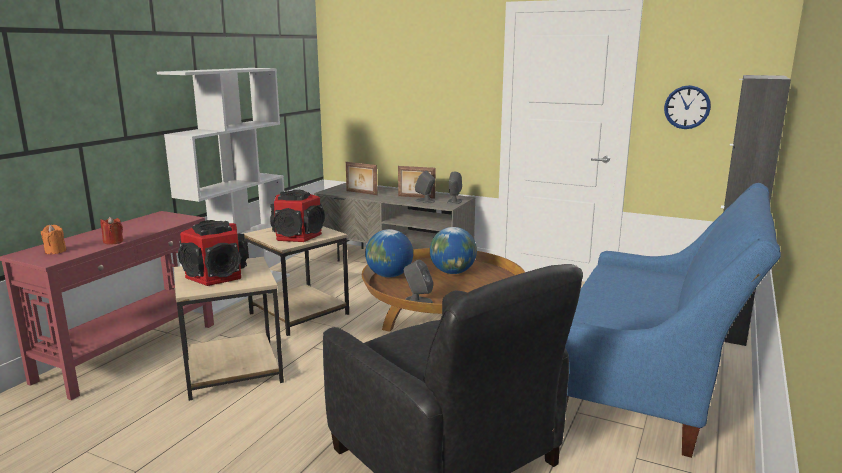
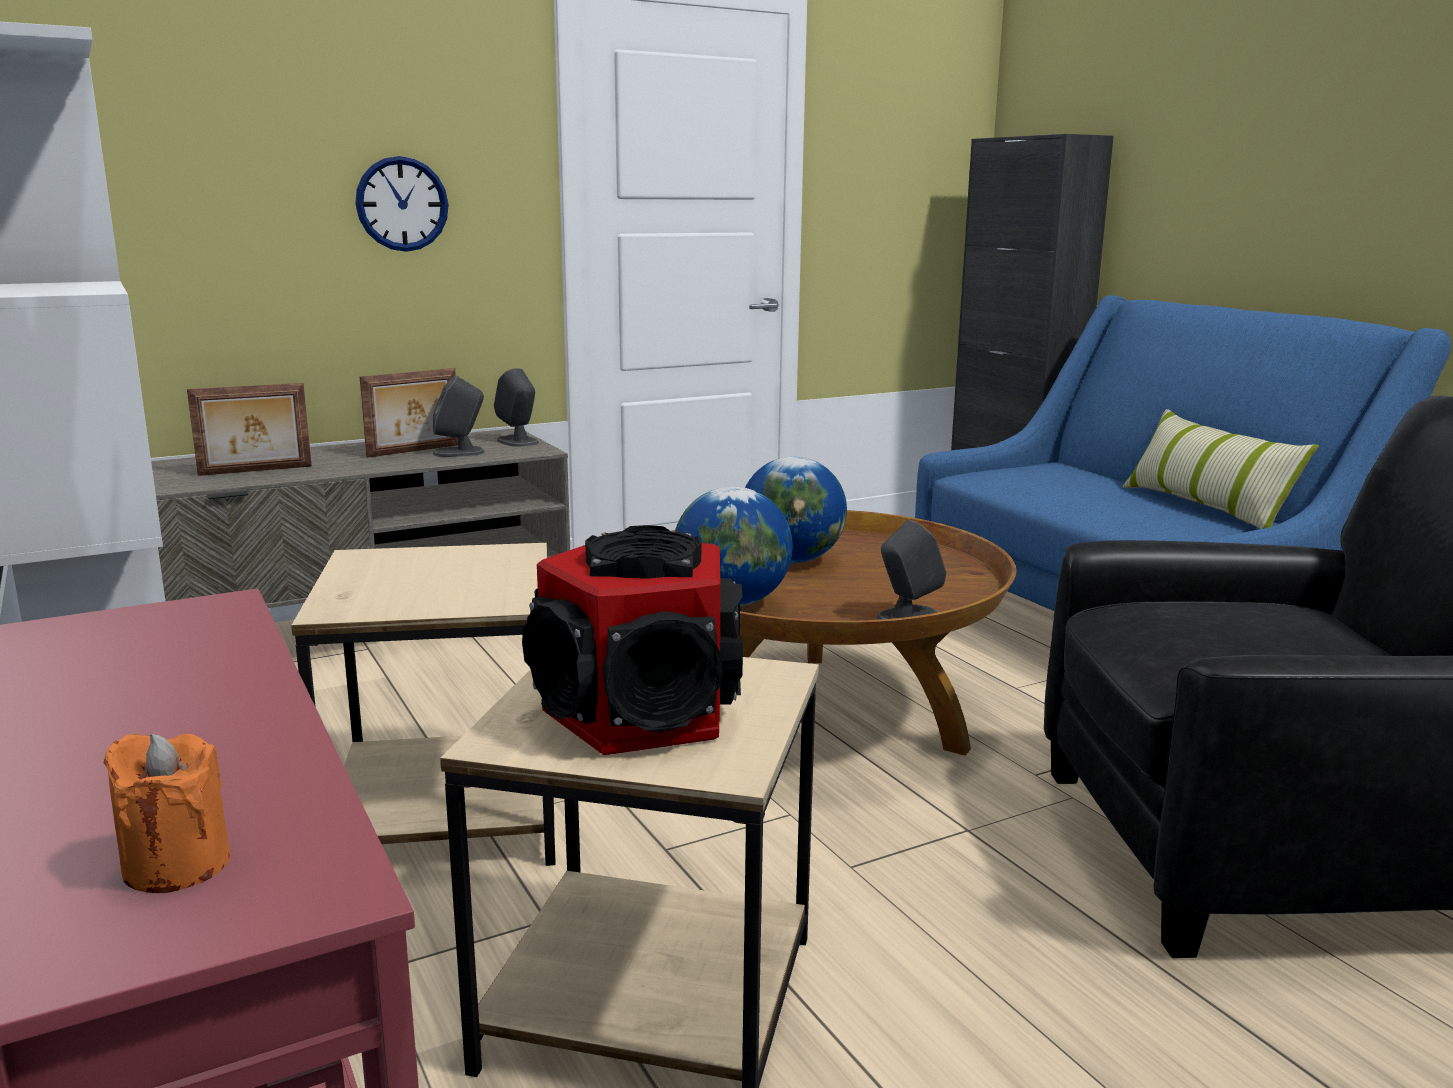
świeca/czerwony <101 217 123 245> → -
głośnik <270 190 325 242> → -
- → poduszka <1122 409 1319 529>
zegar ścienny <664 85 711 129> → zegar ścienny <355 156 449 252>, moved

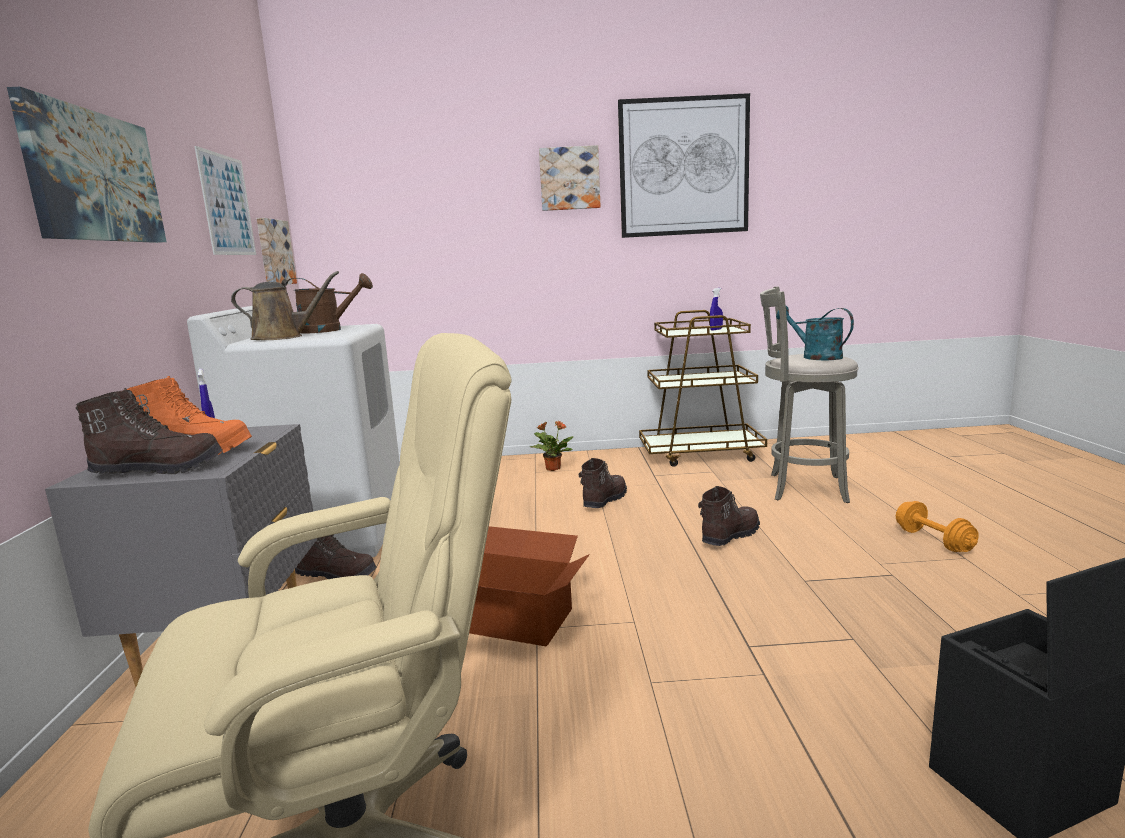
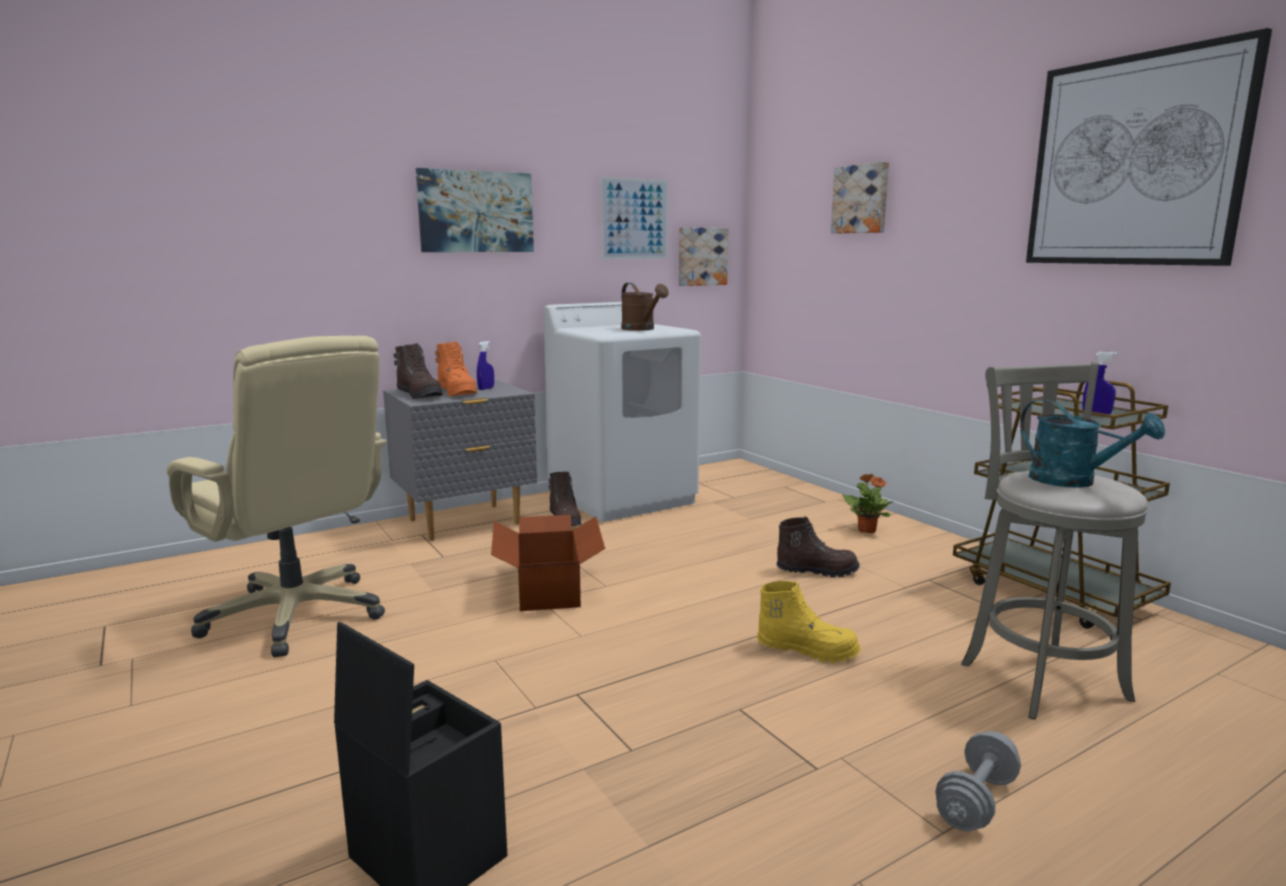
konewka/brązowy <231 271 339 340> → -
obraz <539 145 600 211> → obraz <831 162 889 234>, moved
but z cholewką/brązowy <698 486 760 546> → but z cholewką/żółty <757 581 861 663>
hantel/pomarańczowy <896 501 978 552> → hantel/szary <935 731 1021 831>
konewka/turkusowy <776 306 854 360> → konewka/turkusowy <1020 399 1165 488>, 120 degrees clockwise

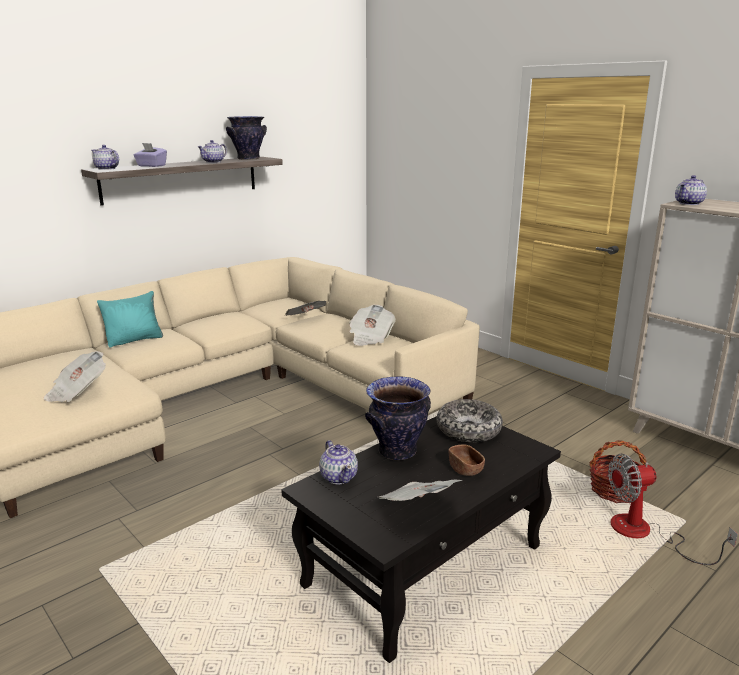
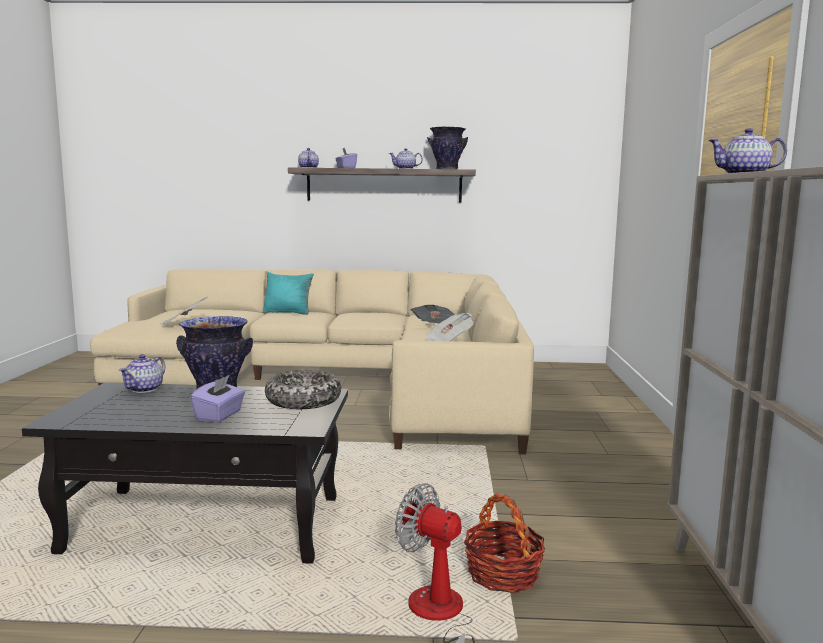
gazeta <379 479 462 501> → -
miska/brązowy <448 445 485 476> → pudełko chusteczek/fioletowy <190 375 245 423>

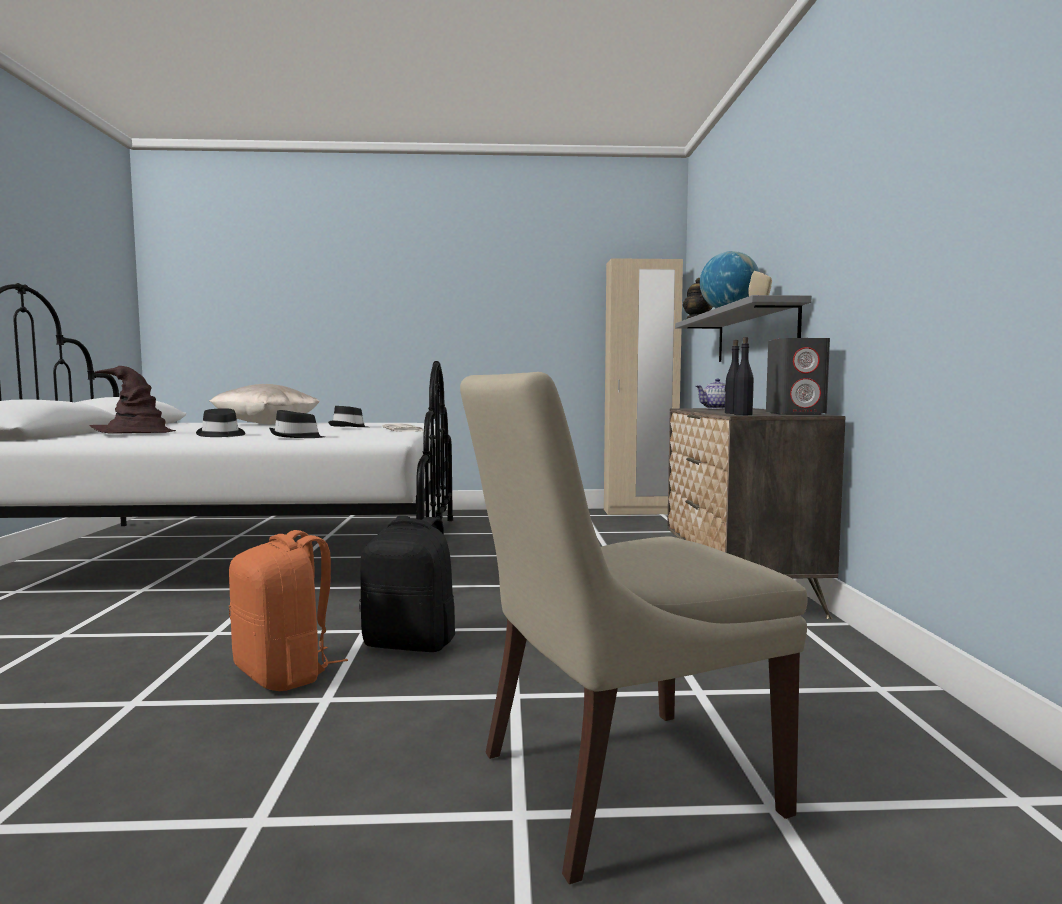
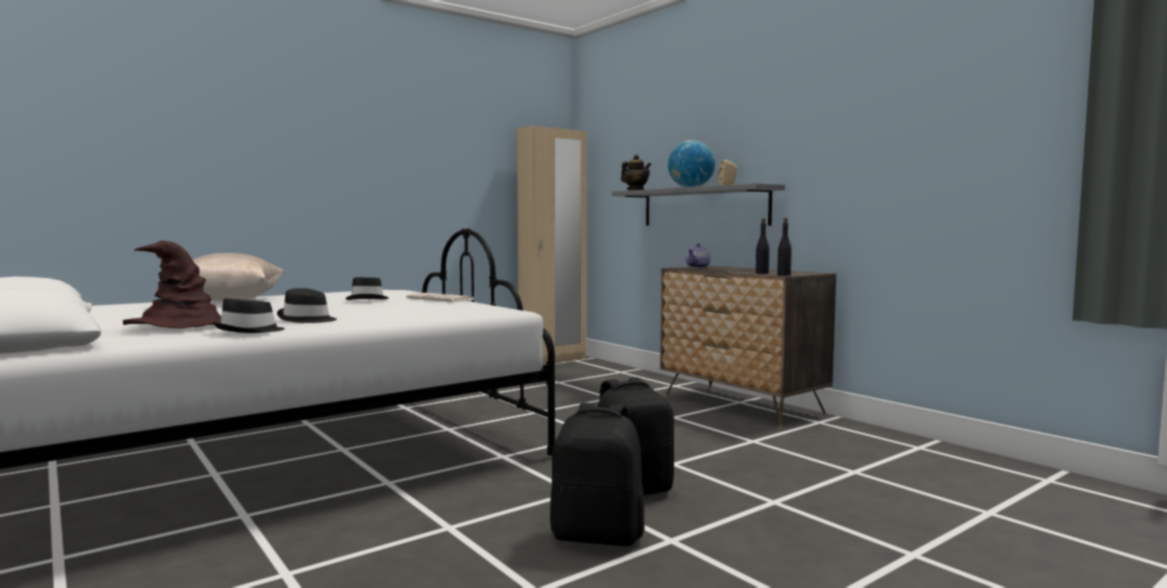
krzesło/beżowy <460 372 807 884> → -
głośnik/szary <766 338 830 415> → -
kapelusz/czarny <269 410 325 438> → kapelusz/czarny <213 298 285 333>, moved
plecak/pomarańczowy <229 530 348 691> → plecak/czarny <550 403 645 546>

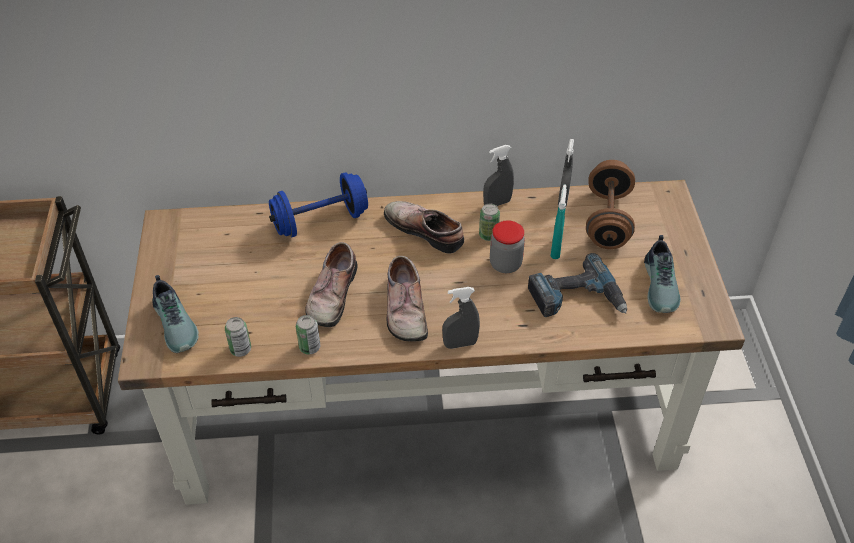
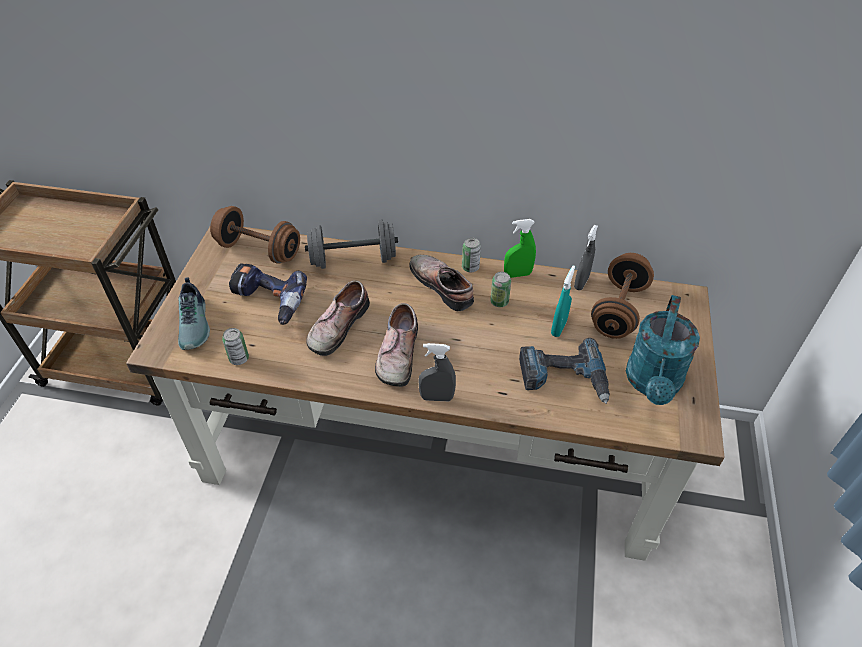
słoik <490 220 525 273> → -
- → hantel/brązowy <210 206 300 264>
- → wiertarka <229 263 307 325>
puszka <296 315 320 355> → puszka <462 238 481 272>, moved
but <644 235 681 313> → konewka/turkusowy <626 295 700 405>
hantel/niebieski <269 172 368 237> → hantel/szary <305 220 398 269>
spryskiwacz/szary <483 145 514 206> → spryskiwacz/zielony <504 219 536 278>

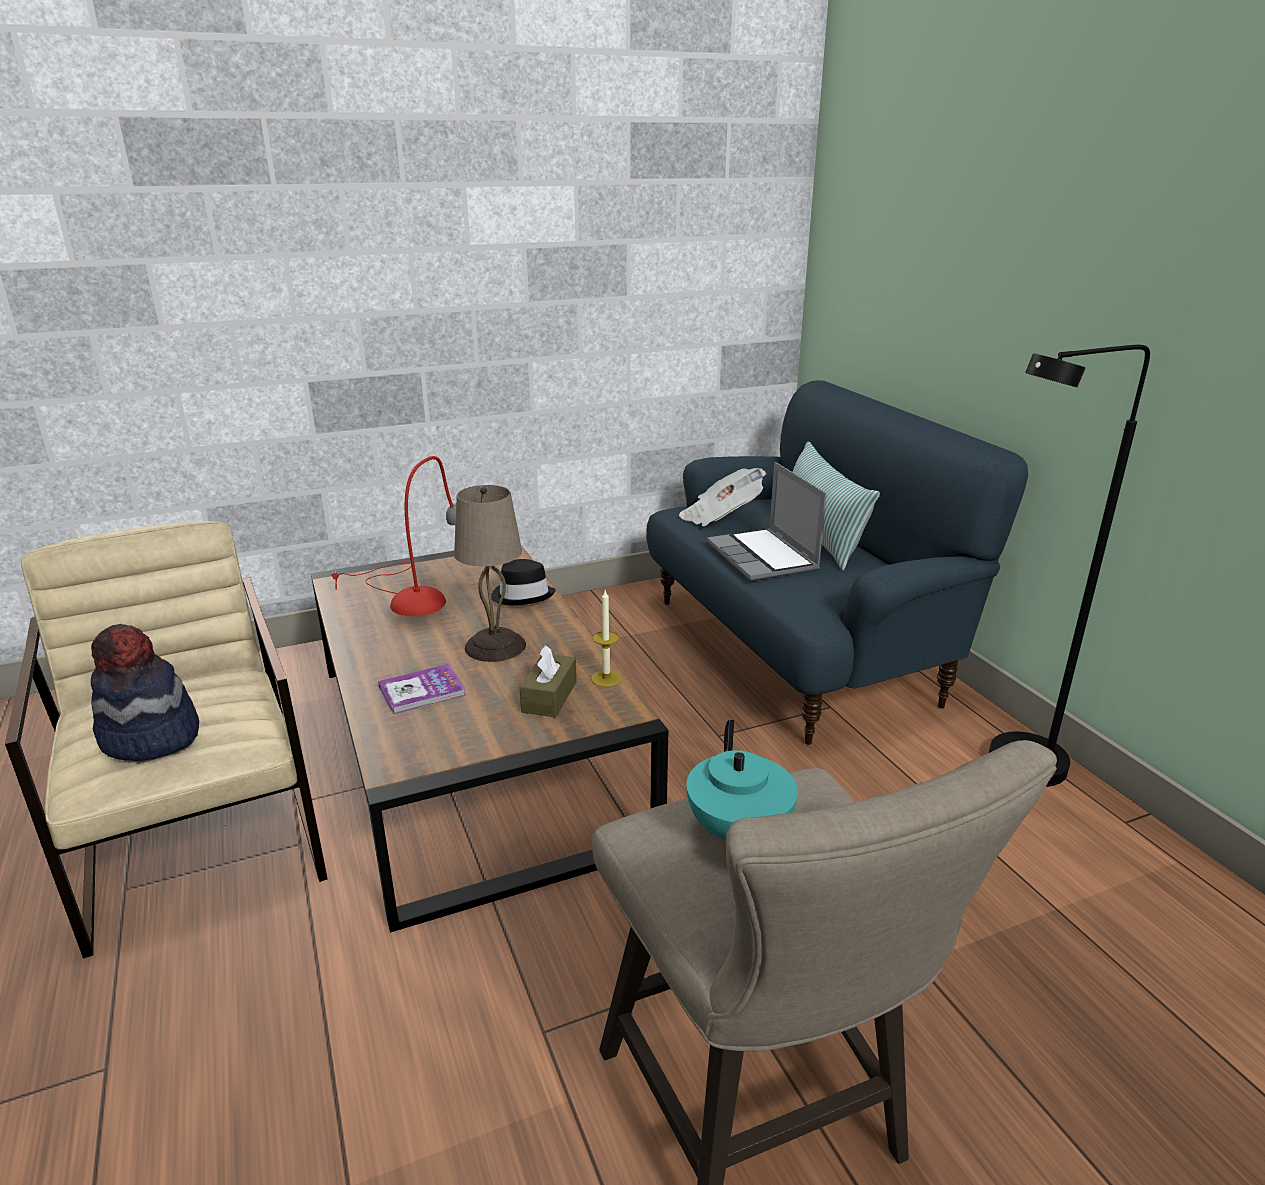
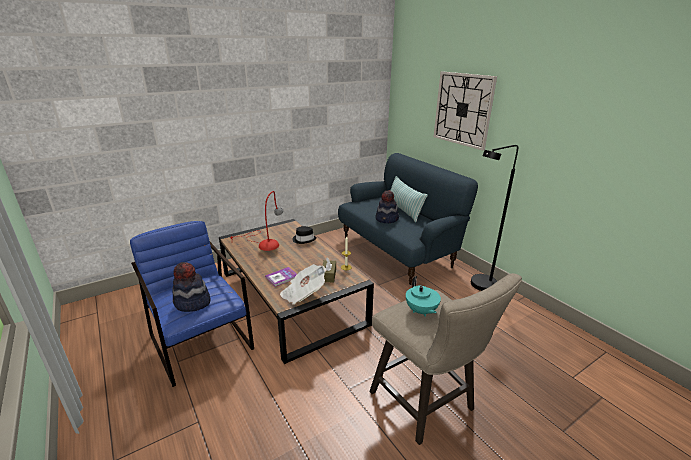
lampa stołowa/beżowy <454 485 526 662> → -
- → zegar ścienny <434 71 497 150>
gazeta <679 468 766 526> → gazeta <280 264 327 305>, moved
laptop <707 462 827 581> → kapelusz <375 190 399 223>
fotel/beżowy <5 521 328 958> → fotel/niebieski <130 221 254 387>

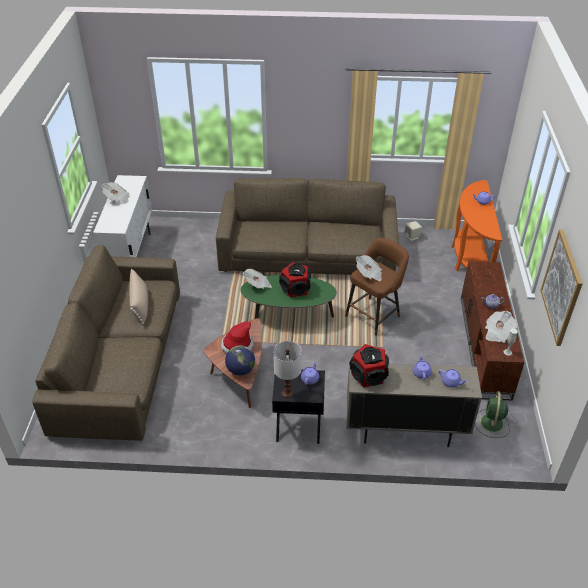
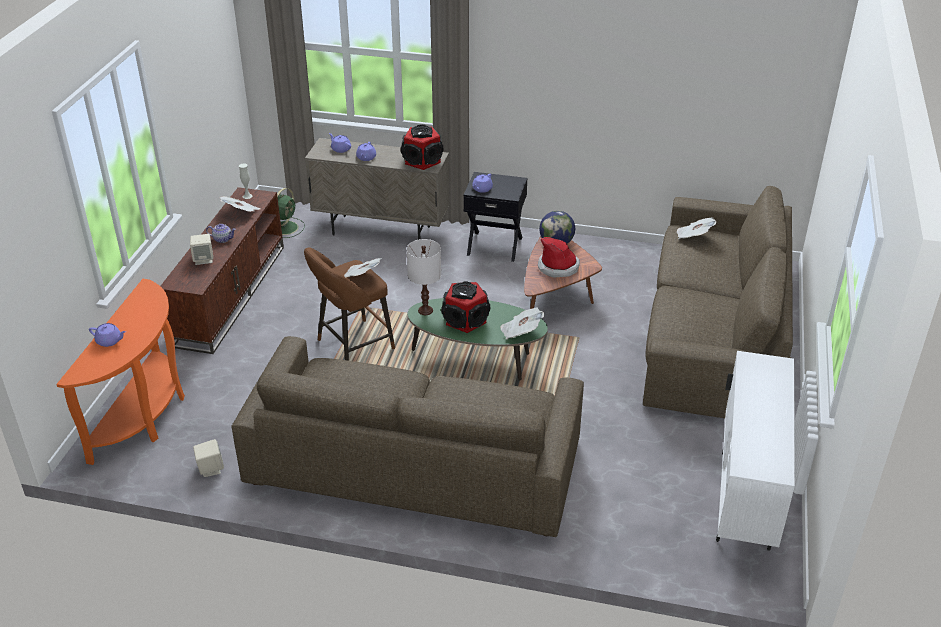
poduszka/beżowy <129 269 148 325> → -
obraz <541 229 583 346> → -
- → głośnik/beżowy <190 234 213 265>
gazeta <102 182 129 203> → gazeta <677 217 716 239>, moved
lampa stołowa/biały <273 341 302 398> → lampa stołowa/biały <407 239 441 315>, moved

